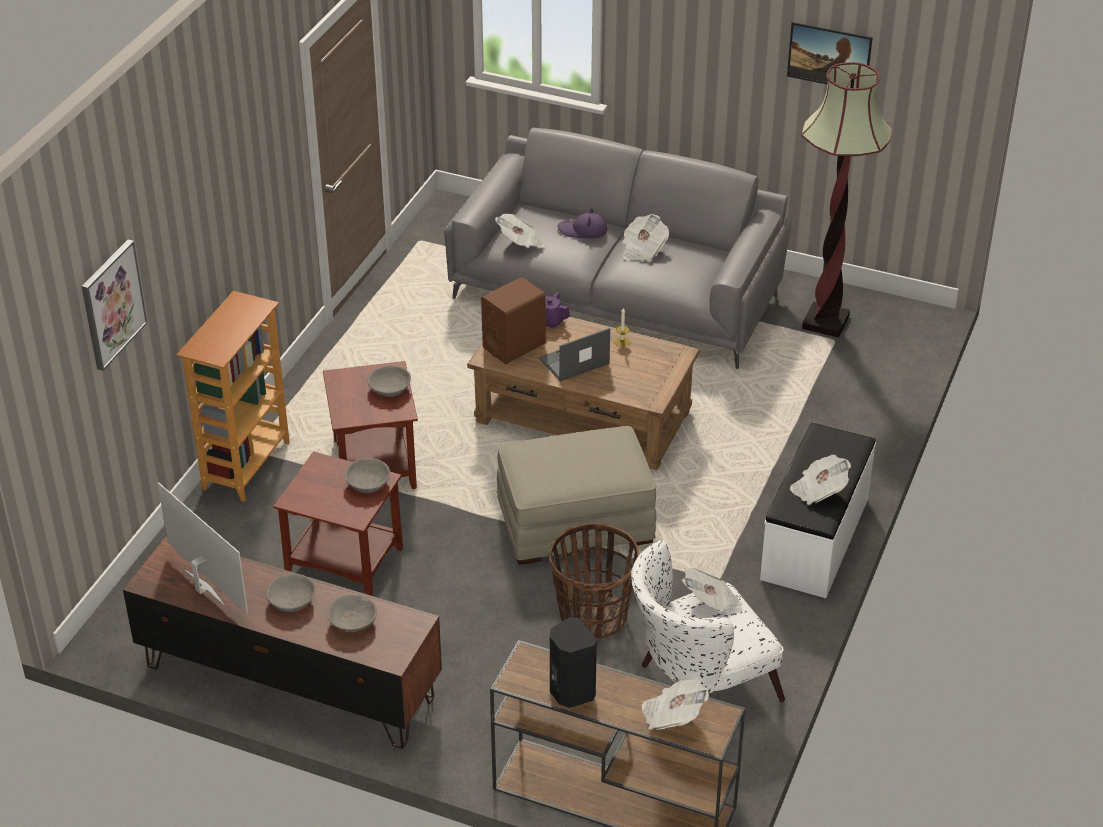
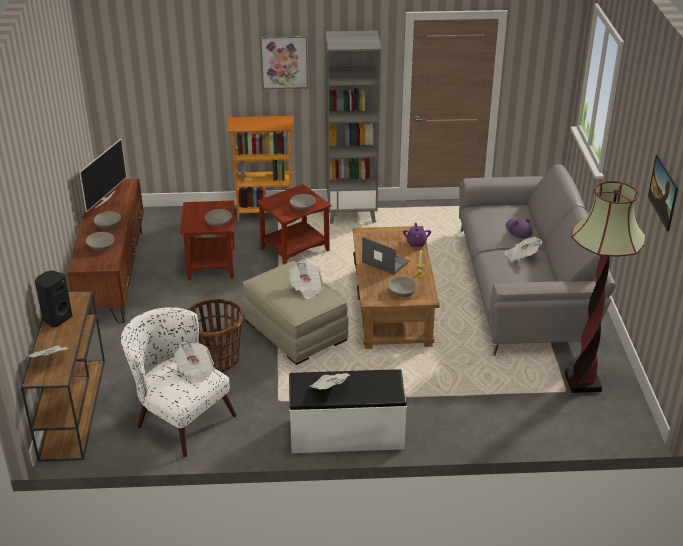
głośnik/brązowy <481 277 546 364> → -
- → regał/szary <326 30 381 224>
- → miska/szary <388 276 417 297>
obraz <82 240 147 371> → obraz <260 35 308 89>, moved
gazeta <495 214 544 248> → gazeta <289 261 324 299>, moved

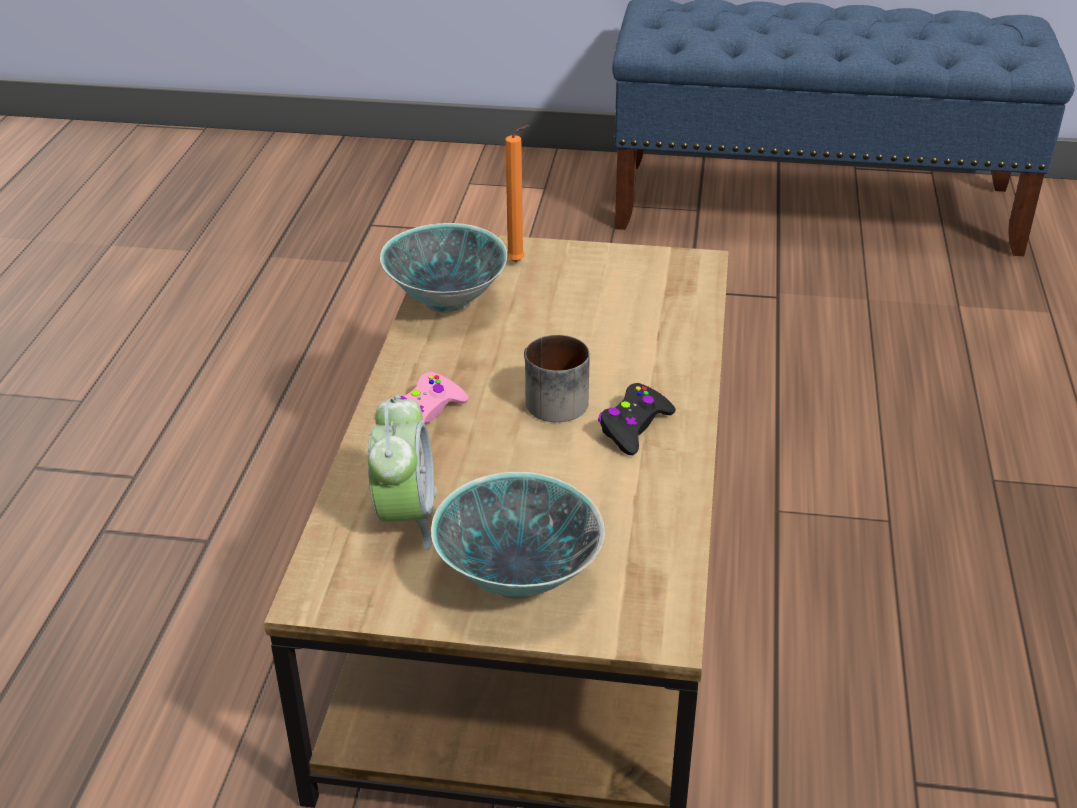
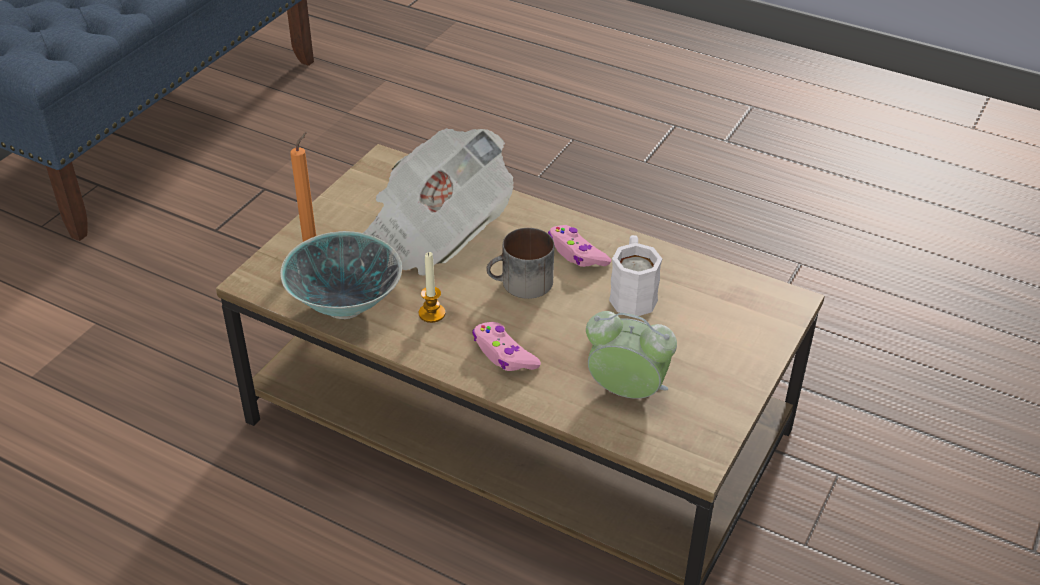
miska <431 472 605 599> → -
- → gazeta <363 128 514 276>
- → świeca <419 252 445 323>
- → kubek/biały <609 235 662 316>
pad do gier/czarny <598 383 676 455> → pad do gier/różowy <548 225 611 267>

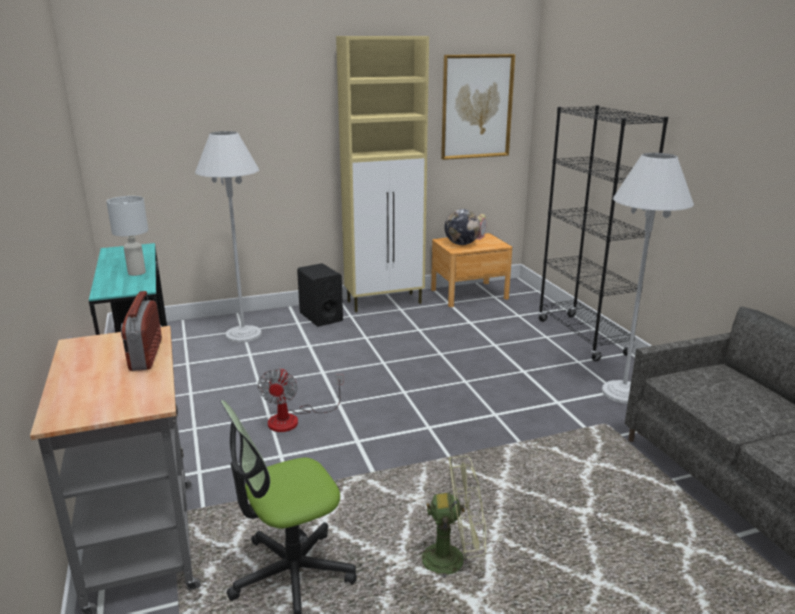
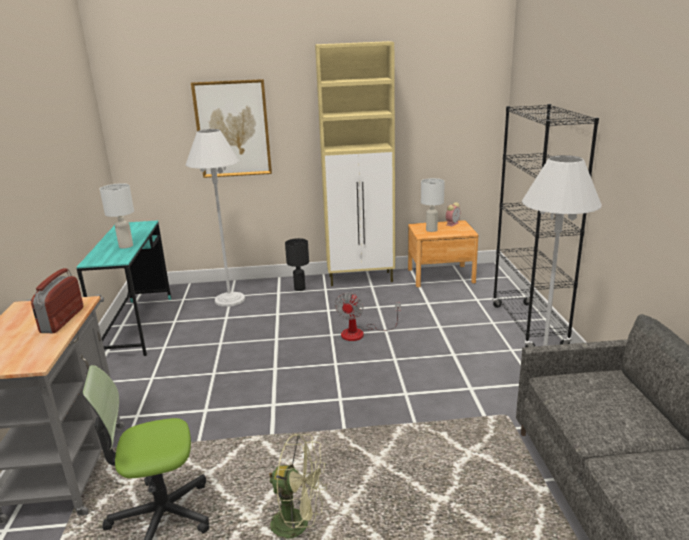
wentylator <257 367 344 432> → wentylator <334 292 401 341>, moved
obraz <441 54 515 160> → obraz <191 79 272 178>, moved
głośnik/czarny <297 263 343 327> → lampa stołowa/czarny <285 238 309 291>
globus <445 209 480 245> → lampa stołowa/biały <421 178 445 232>

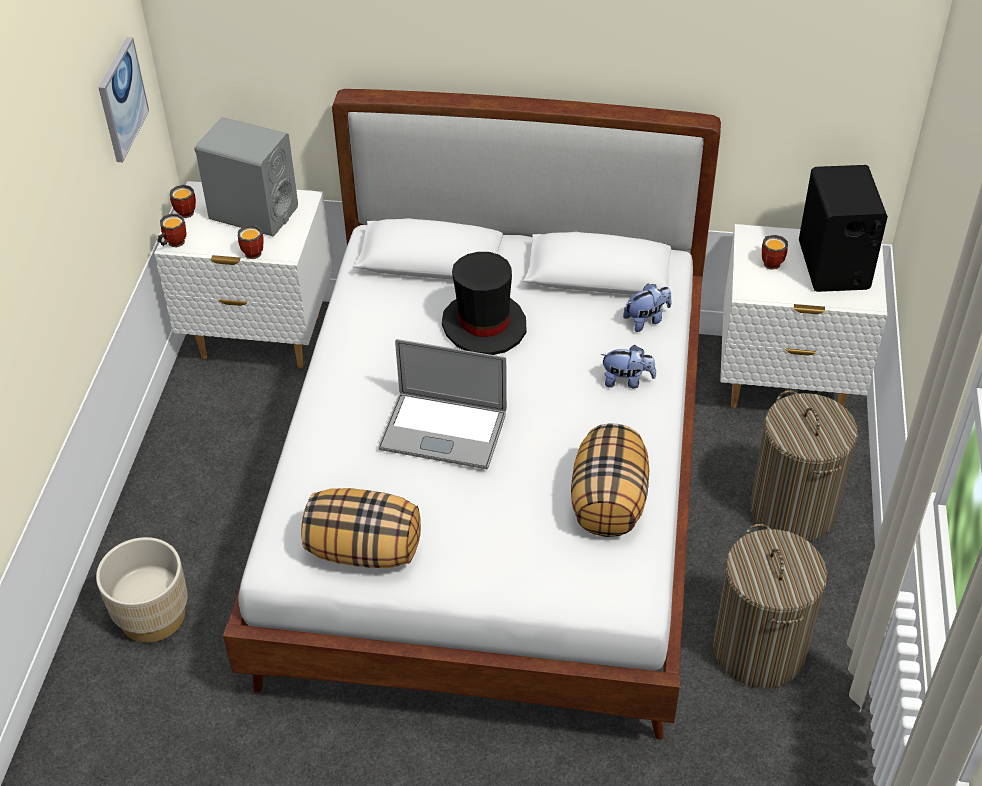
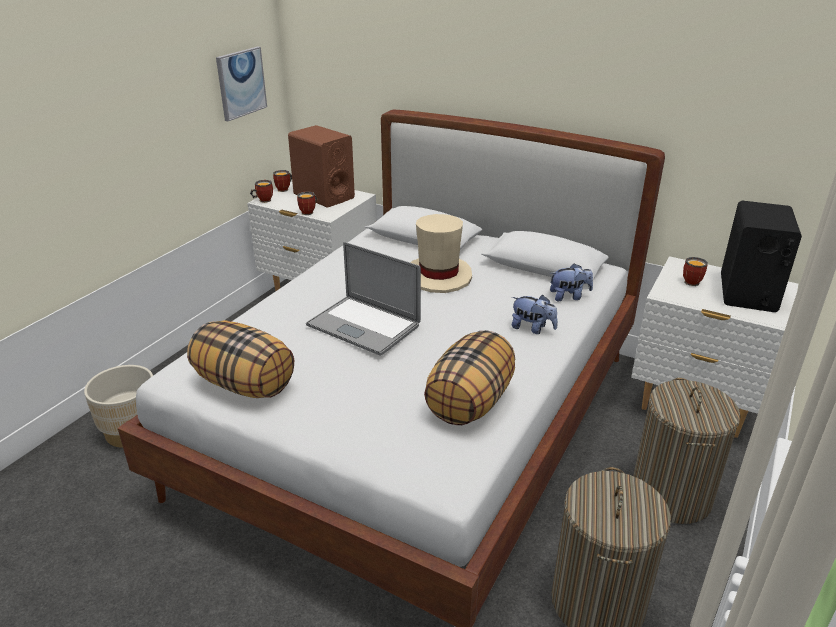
głośnik/szary <194 117 298 236> → głośnik/brązowy <288 125 355 208>
kapelusz/czarny <442 252 527 355> → kapelusz/beżowy <410 214 472 293>

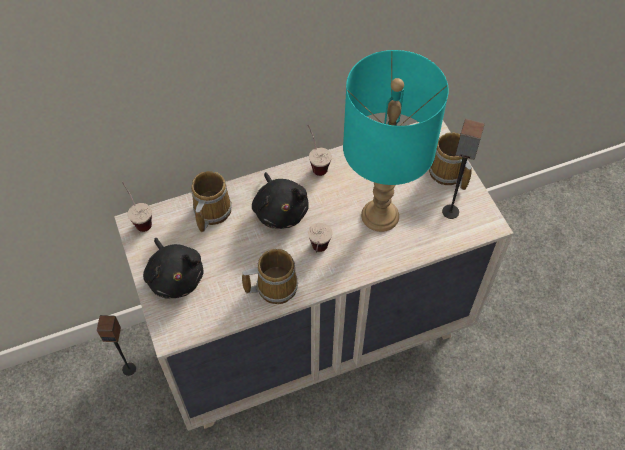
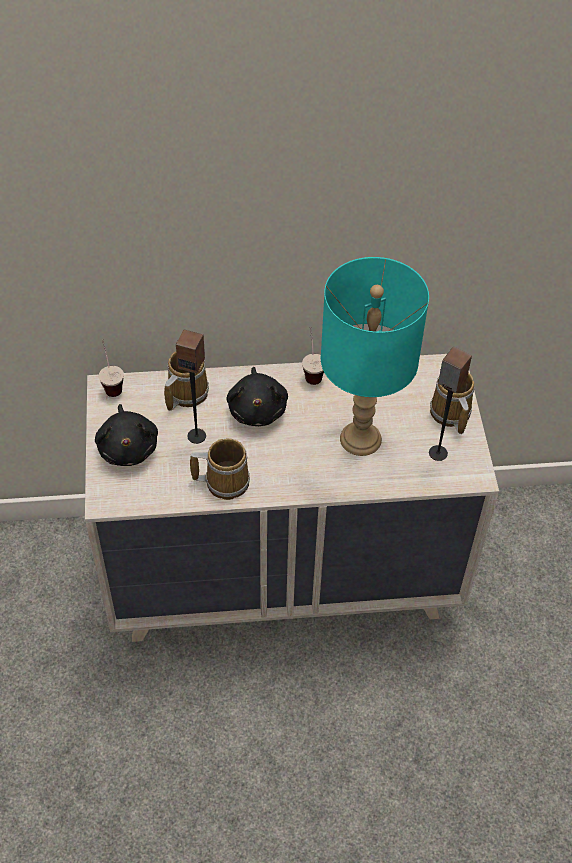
filiżanka <308 223 332 253> → -
głośnik <97 315 136 376> → głośnik <176 329 206 444>, moved

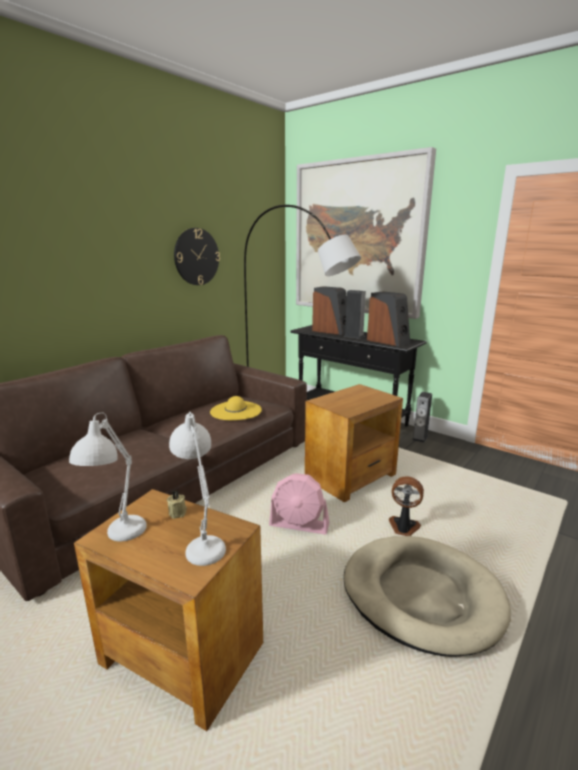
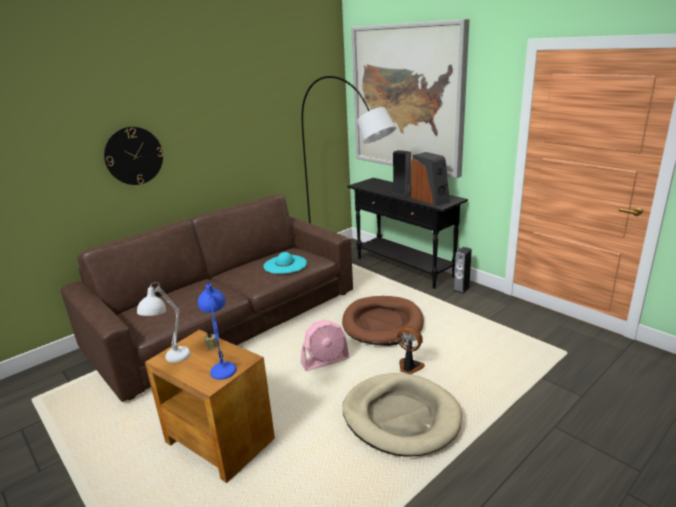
głośnik <312 286 347 335> → -
zegar ścienny <174 228 220 285> → zegar ścienny <104 127 163 185>, moved
stolik/brązowy <305 384 403 503> → legowisko/brązowy <342 296 424 346>
lampa stołowa/biały <169 412 226 566> → lampa stołowa/niebieski <198 283 237 380>
kapelusz/żółty <210 396 262 420> → kapelusz/turkusowy <263 252 307 274>
wentylator/różowy <269 473 330 535> → wentylator/różowy <301 320 350 371>, 45 degrees counterclockwise

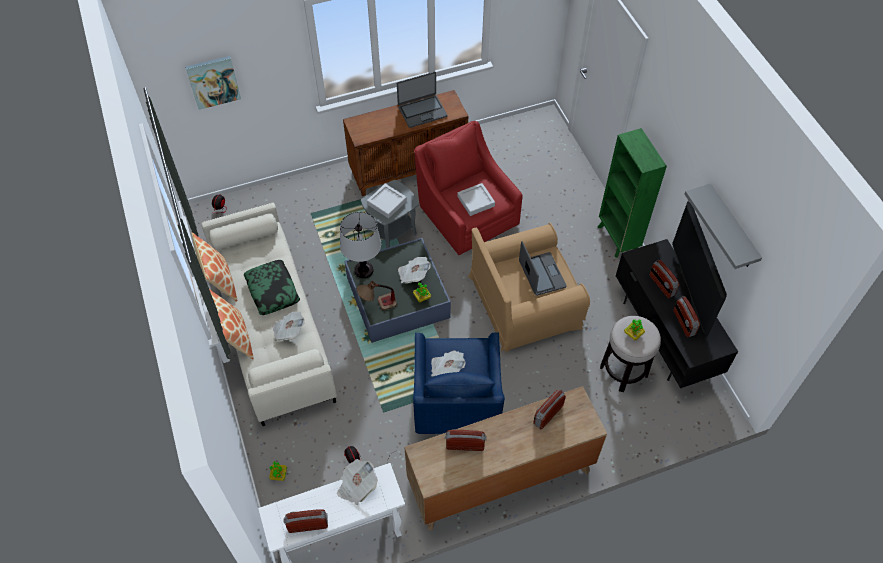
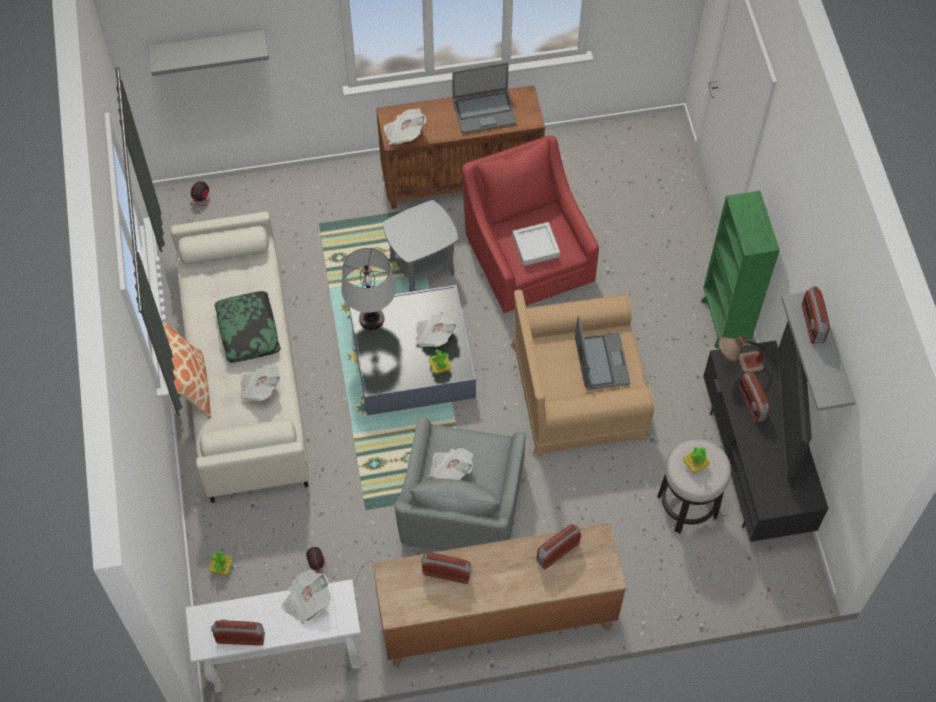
poduszka <191 233 237 302> → -
taca/szary <367 184 407 218> → -
- → gazeta <383 108 426 145>
lampa stołowa <356 281 397 310> → lampa stołowa <719 335 765 373>, moved
radio <673 296 700 337> → radio <802 286 830 344>, moved
obraz <185 56 241 110> → półka/szary <148 30 269 76>
fotel/niebieski <413 332 505 434> → fotel/szary <394 416 526 551>

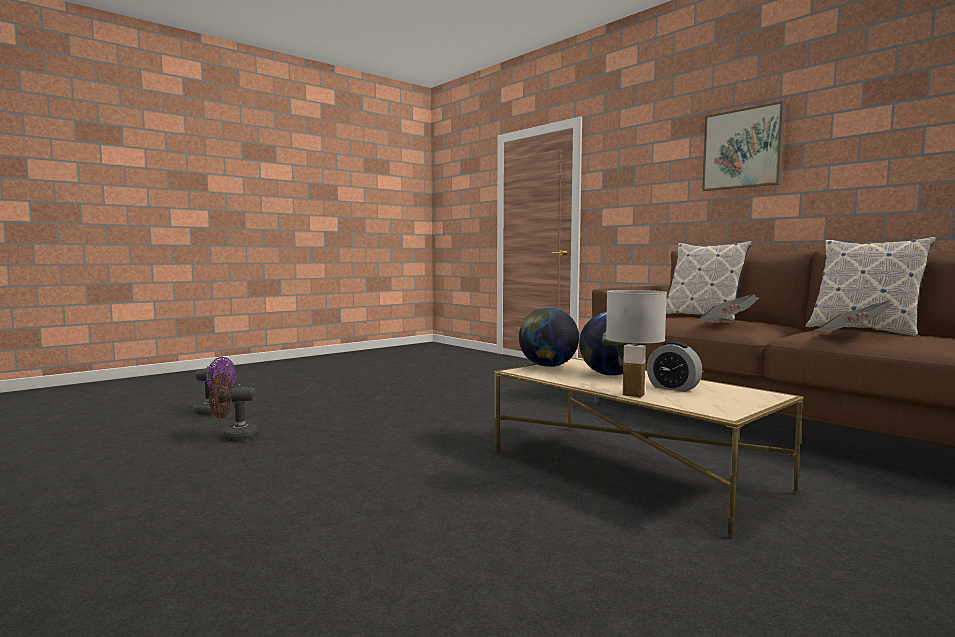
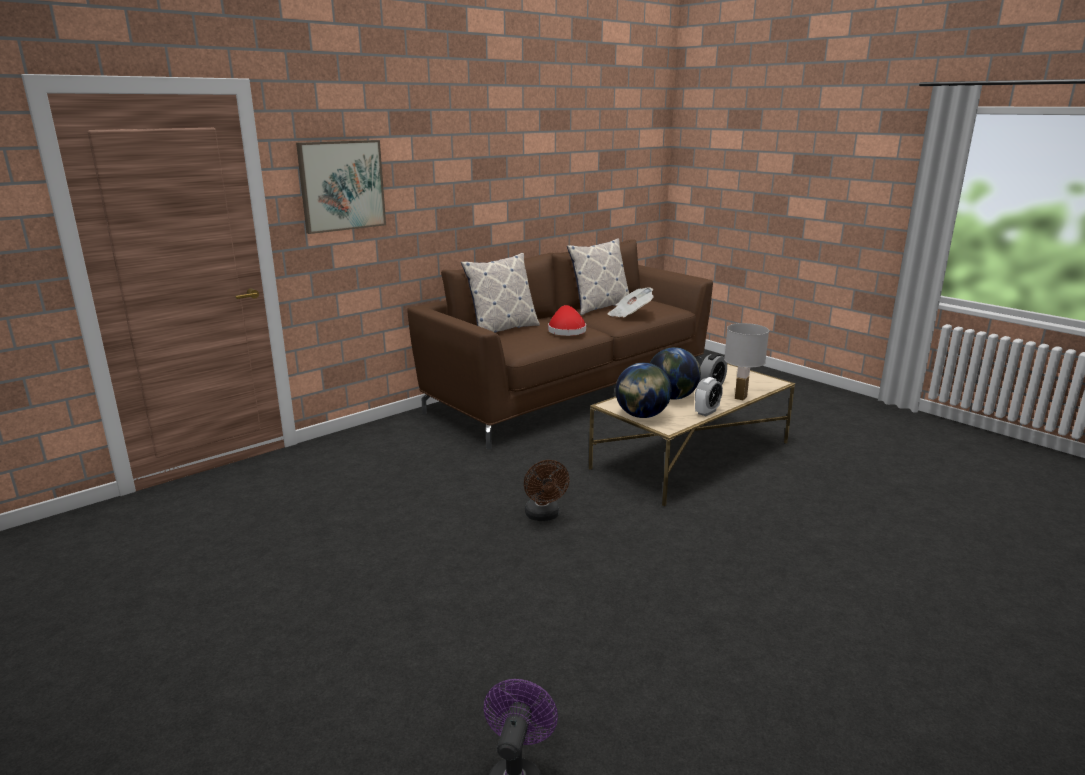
- → budzik <695 377 723 416>
wentylator/brązowy <209 373 259 441> → wentylator/brązowy <524 460 570 521>, moved
obraz <702 101 785 191> → obraz <296 140 386 234>, moved
gazeta <697 294 759 322> → kapelusz/czerwony <548 305 586 336>

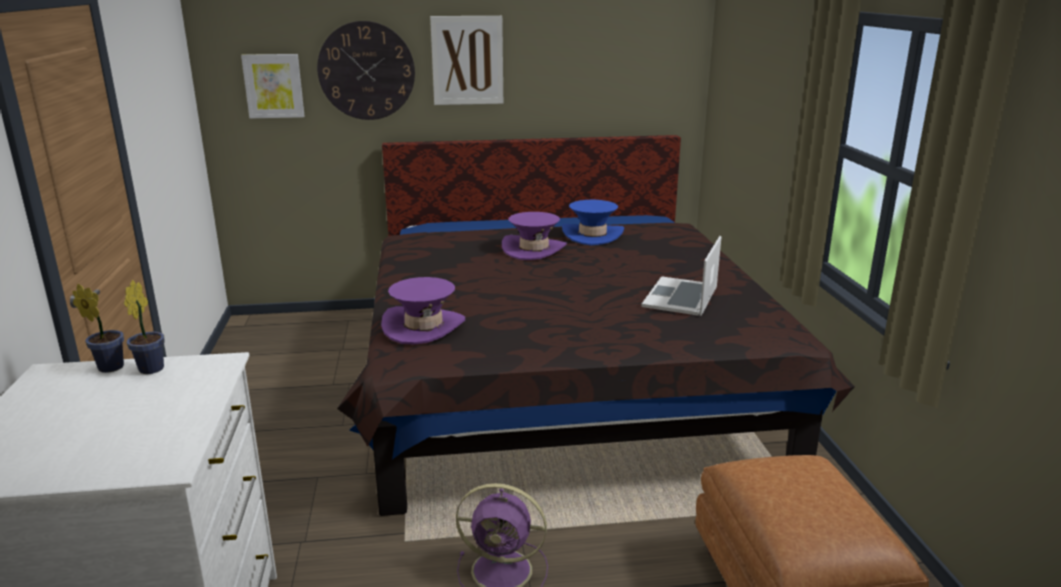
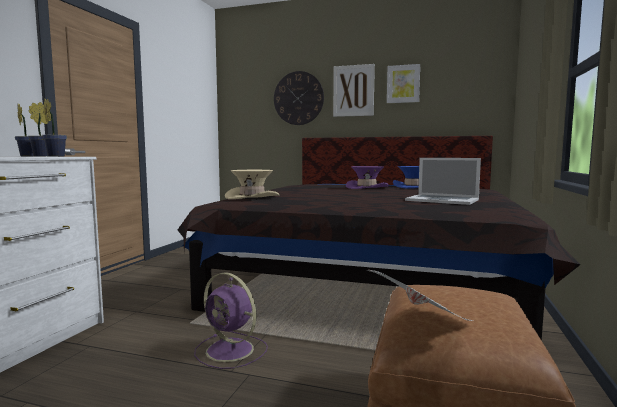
- → roślina doniczkowa <42 99 67 157>
- → gazeta <366 270 473 321>
obraz <241 54 305 119> → obraz <387 64 420 103>, moved
kapelusz/fioletowy <381 277 465 345> → kapelusz/beżowy <225 170 279 199>
laptop <641 236 721 316> → laptop <405 158 481 205>, 105 degrees counterclockwise

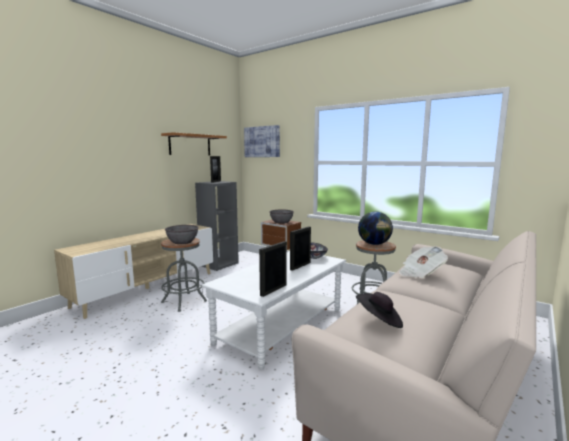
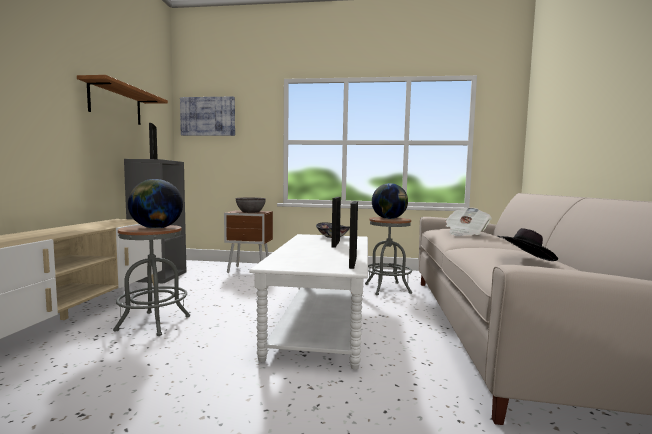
miska/szary <165 225 199 244> → globus <128 179 183 229>

